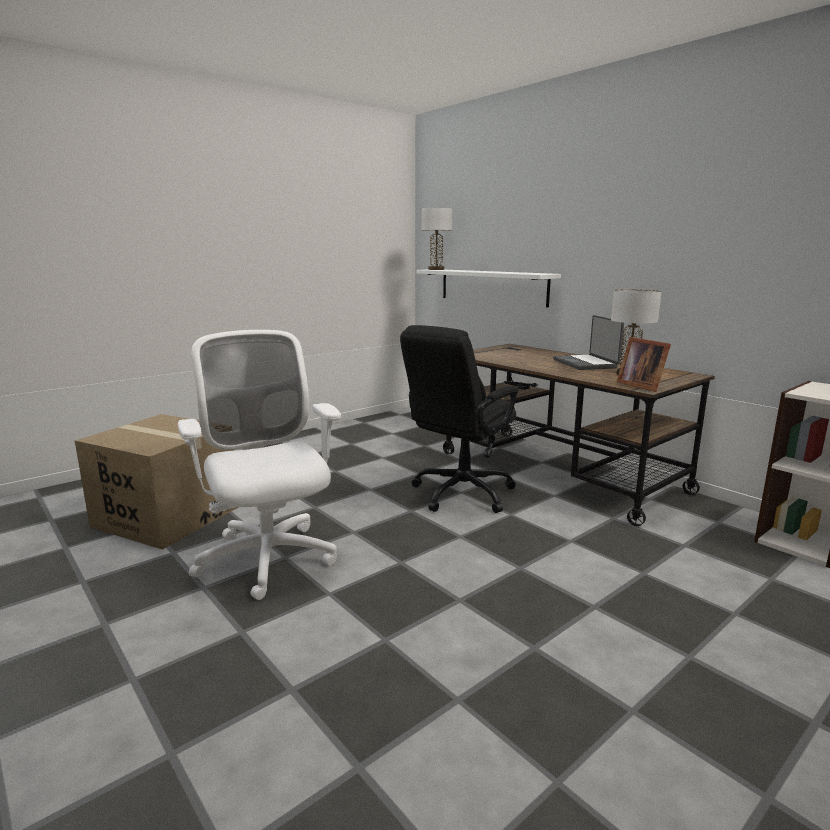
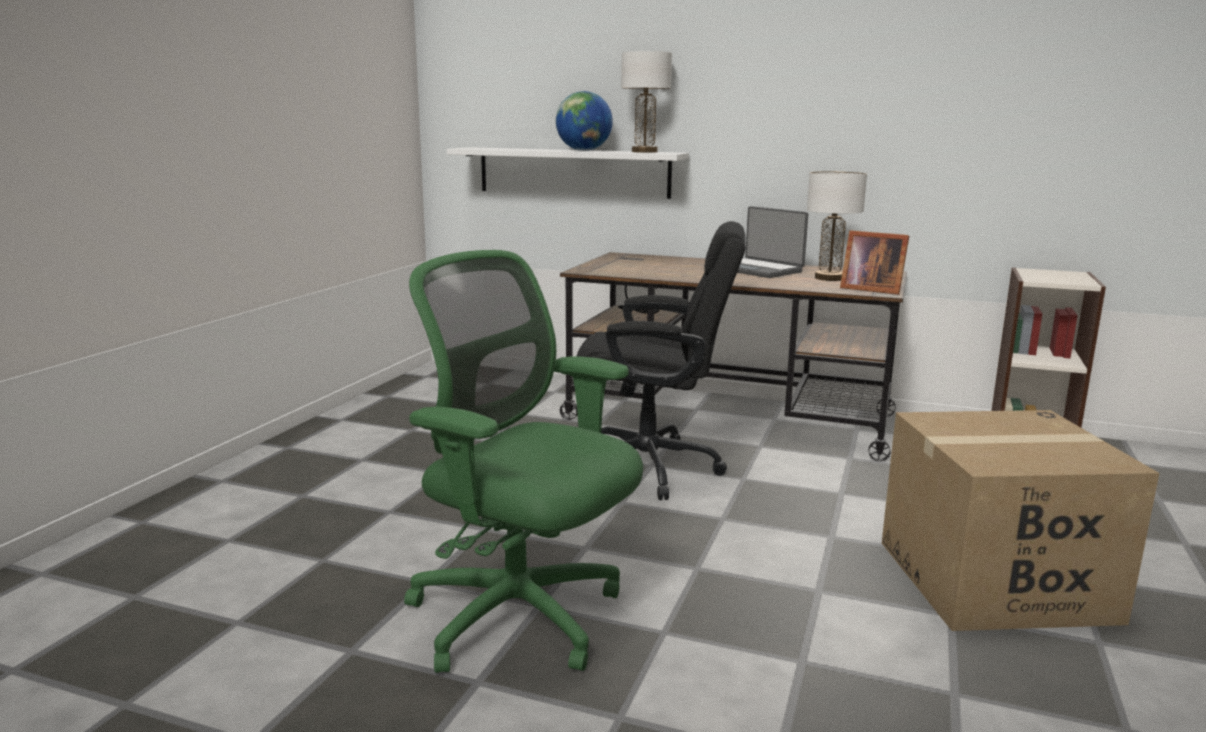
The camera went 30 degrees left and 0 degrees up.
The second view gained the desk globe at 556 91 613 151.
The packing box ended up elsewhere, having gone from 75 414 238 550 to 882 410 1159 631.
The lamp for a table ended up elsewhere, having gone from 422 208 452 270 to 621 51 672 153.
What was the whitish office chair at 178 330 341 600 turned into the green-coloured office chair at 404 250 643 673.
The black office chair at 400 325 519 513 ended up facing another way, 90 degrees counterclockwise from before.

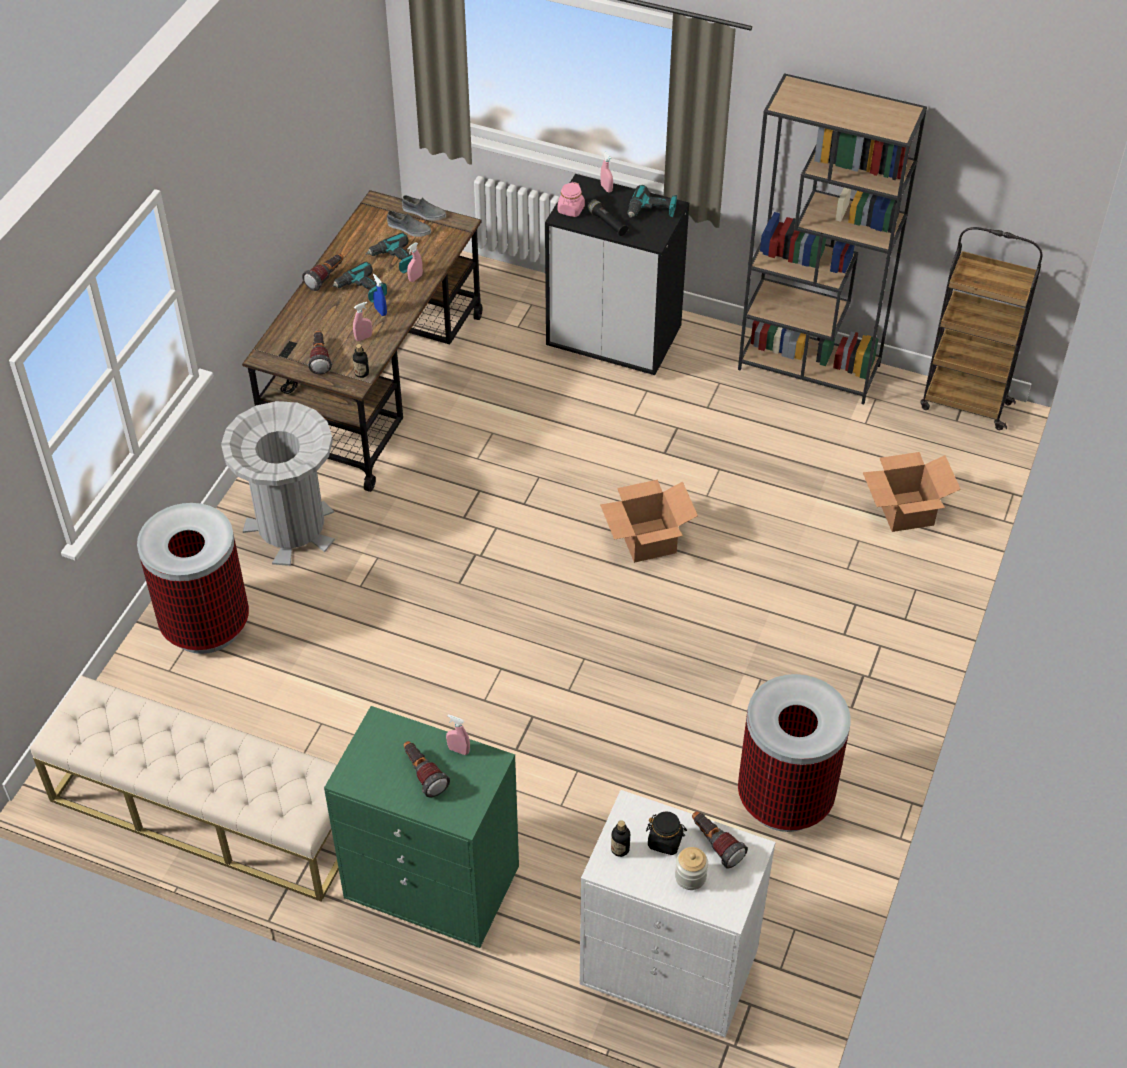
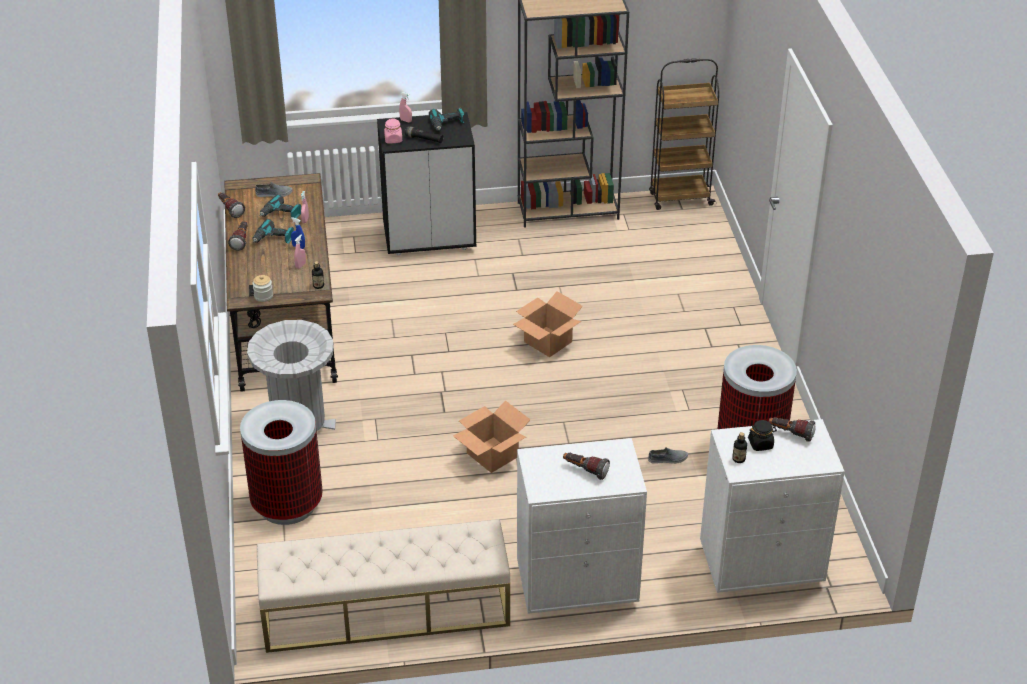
The camera went 30 degrees left and 10 degrees down.
The second view lost the pink-coloured sprayer at 446 714 470 755.
The torch ended up elsewhere, having gone from 308 330 332 374 to 218 192 245 218.
The gray item of footwear ended up elsewhere, having gone from 402 195 446 221 to 648 447 688 464.
The jar ended up elsewhere, having gone from 675 847 708 890 to 252 275 273 302.
The packing box ended up elsewhere, having gone from 863 452 961 532 to 453 400 531 473.
What was the green-coloured cabinet at 324 706 519 948 turned into the whitish cabinet at 517 438 647 614.

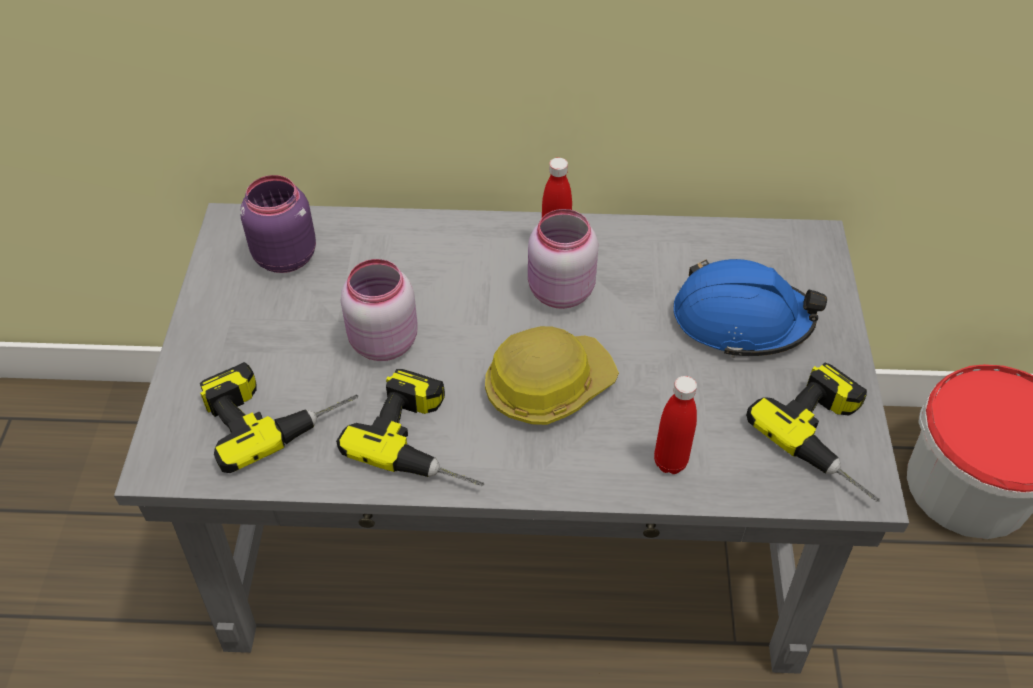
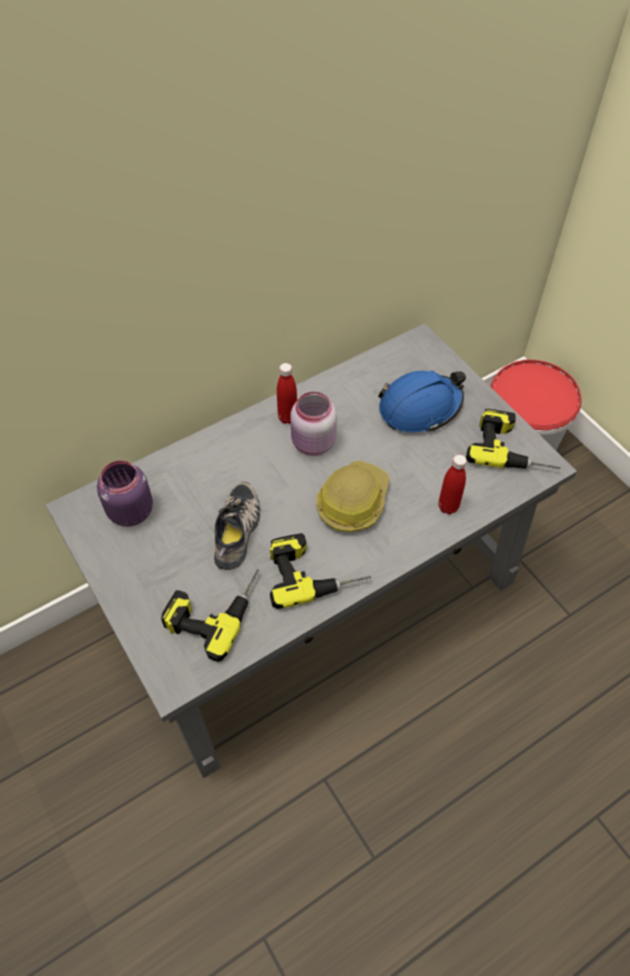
The camera went 35 degrees left and 5 degrees up.
Where the pink-coloured jar stood at 341 259 418 361, the item of footwear came to stand at 214 482 260 570.

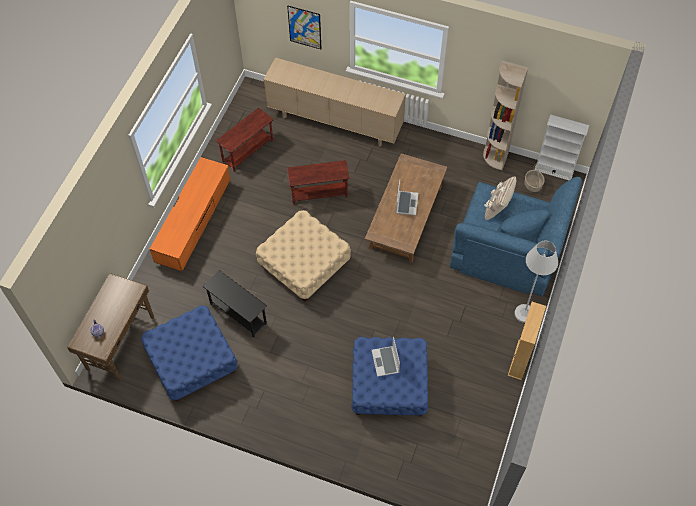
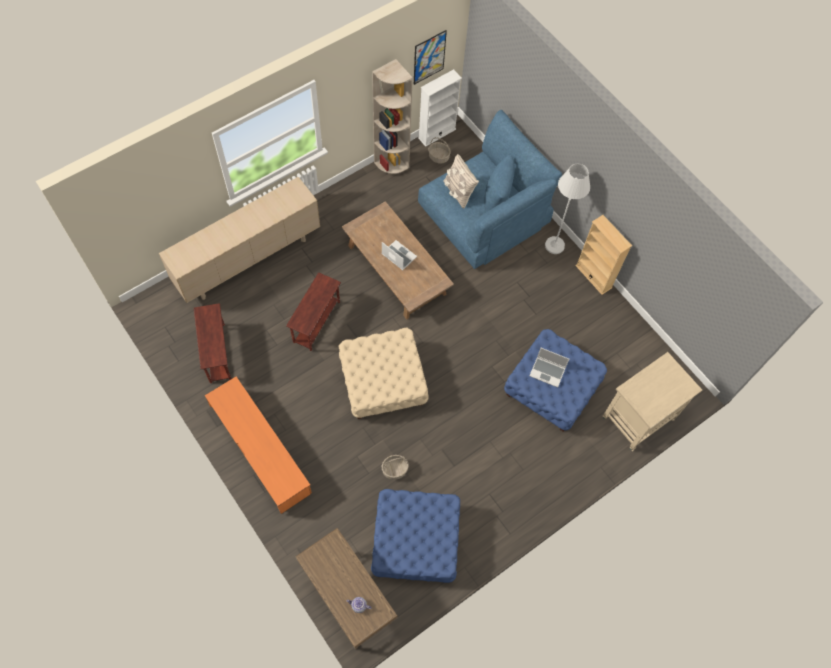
The camera went 60 degrees left and 5 degrees up.
The second view gained the sand-coloured cart at 603 352 702 452.
The wall art ended up elsewhere, having gone from 287 6 321 49 to 414 30 447 85.
Where the black accent table stood at 203 270 267 337, the basket came to stand at 382 455 409 480.

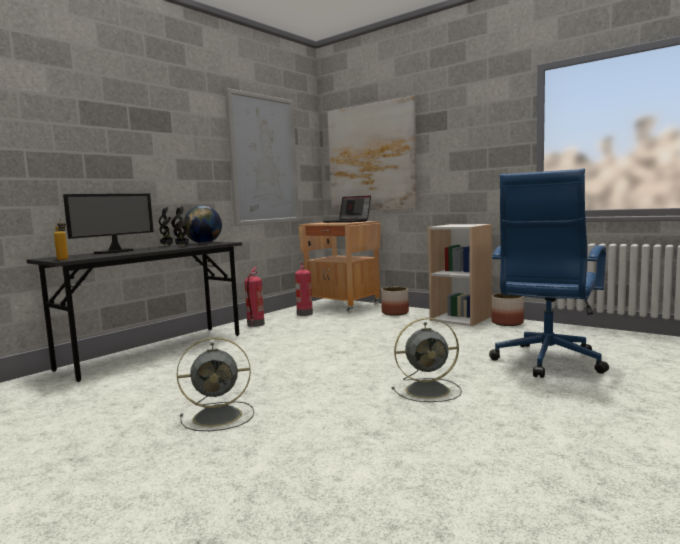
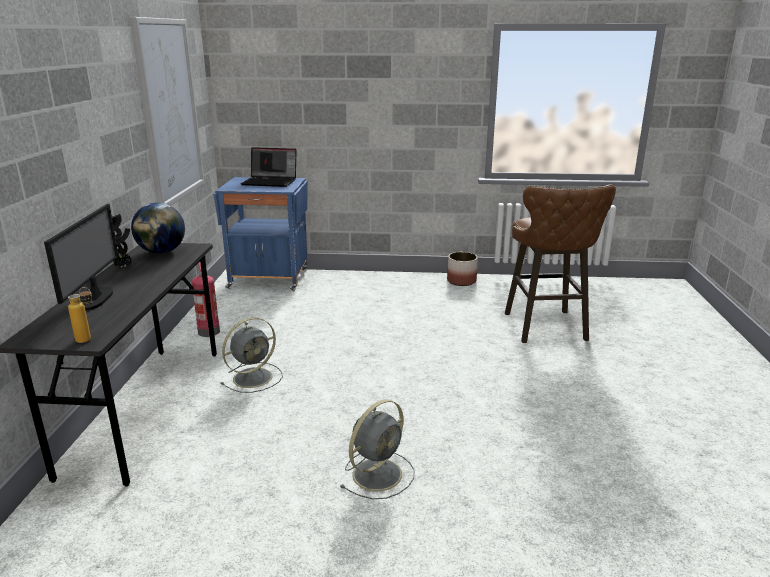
The camera went 35 degrees left and 15 degrees up.
The second view lost the houseplant at 171 206 189 246.
The second view lost the extinguisher at 295 263 313 316.
The second view lost the wall art at 328 96 417 211.
The second view lost the plant pot at 381 287 409 316.
The second view lost the shelving unit at 428 224 492 326.
The gray electric fan ended up elsewhere, having gone from 392 318 462 402 to 221 317 283 393.
Where the bluish office chair stood at 489 168 609 378, the brown-coloured stool came to stand at 505 184 616 343.
What was the brown-coloured cart at 299 221 381 313 turned into the bluish cart at 214 177 308 292.

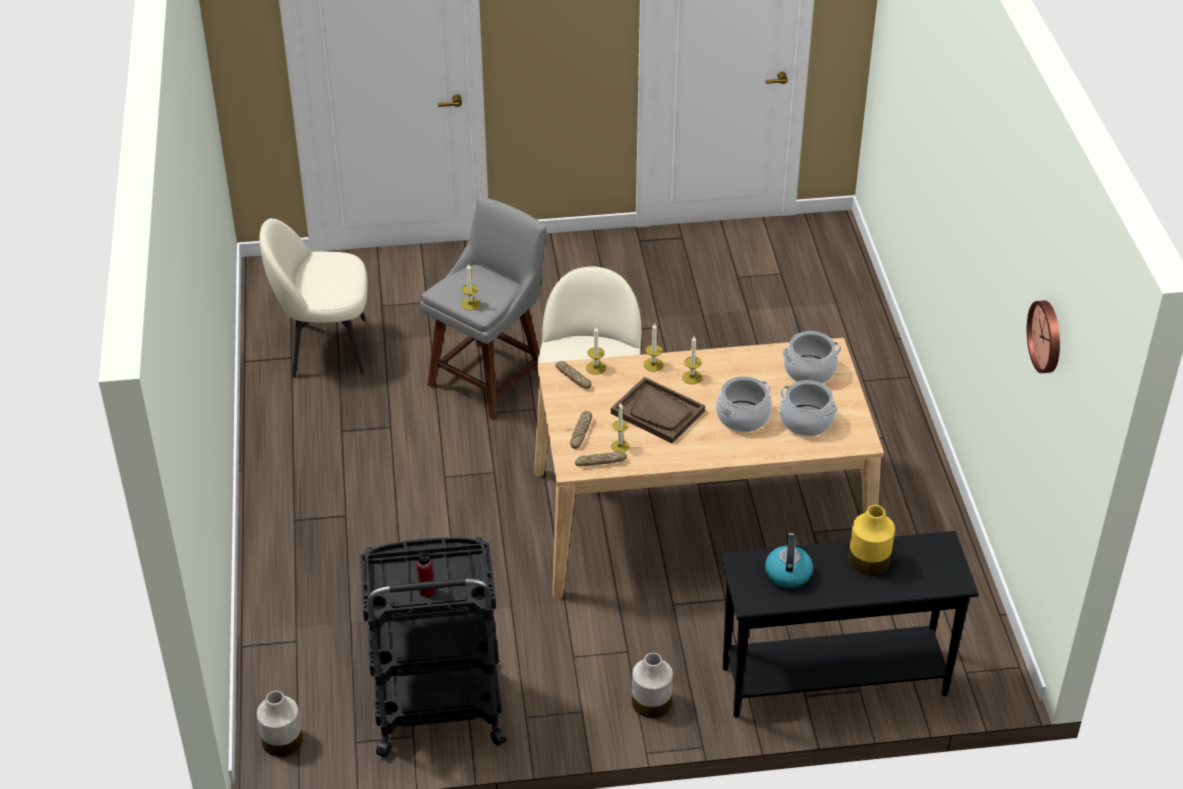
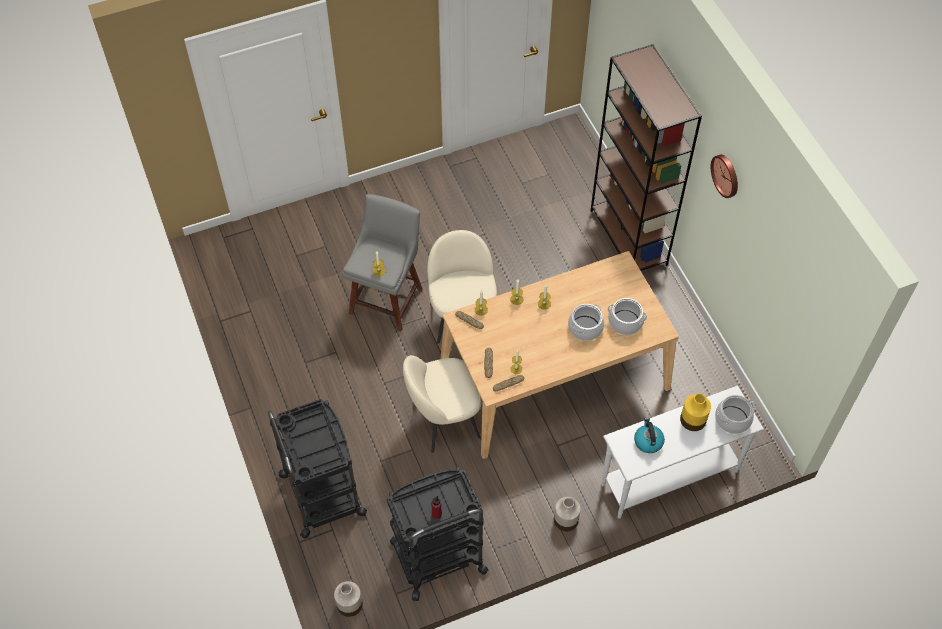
The camera went 15 degrees left and 15 degrees up.
The second view lost the brown-coloured carrying tray at 611 377 705 443.
The second view gained the black cart at 268 399 367 539.
The second view gained the brown-coloured shelving unit at 590 44 702 271.
The sand-coloured plain chair ended up elsewhere, having gone from 259 218 368 378 to 403 355 482 453.
The cooking pot ended up elsewhere, having gone from 782 331 842 383 to 715 395 755 434.
The clock on the wall ended up elsewhere, having gone from 1027 300 1060 373 to 711 155 738 198.
What was the black console table at 721 531 979 718 turned into the whitish console table at 601 385 764 519.

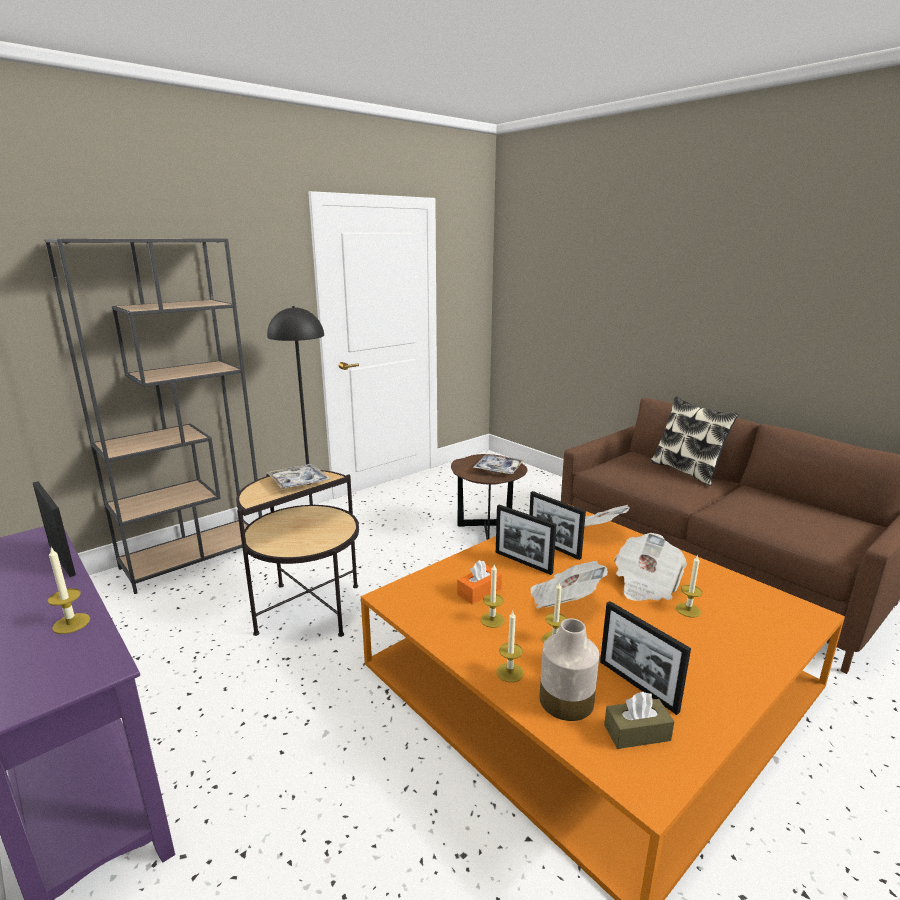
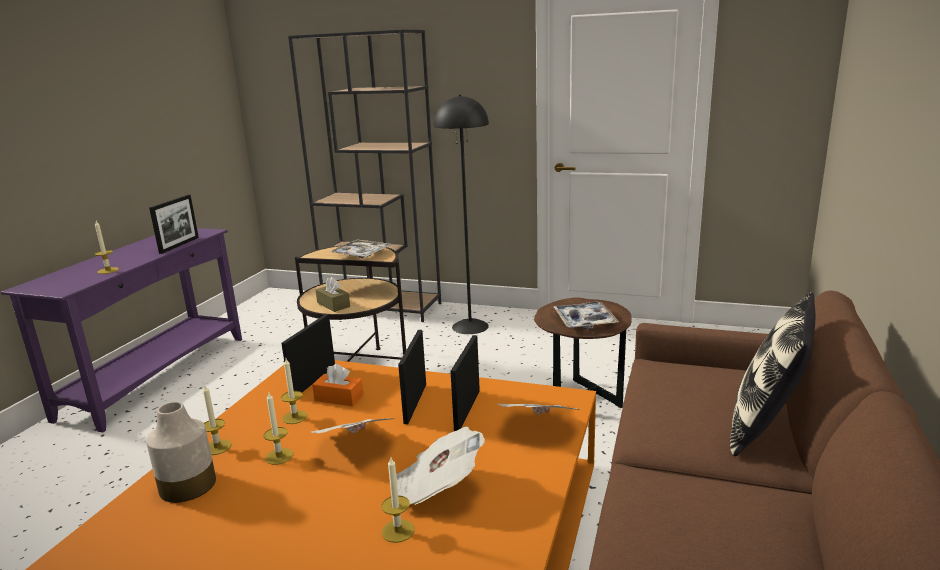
The camera went 60 degrees right and 0 degrees up.
The photo frame ended up elsewhere, having gone from 600 601 691 715 to 281 314 335 392.
The brown-coloured tissue box ended up elsewhere, having gone from 604 692 675 749 to 316 277 350 312.

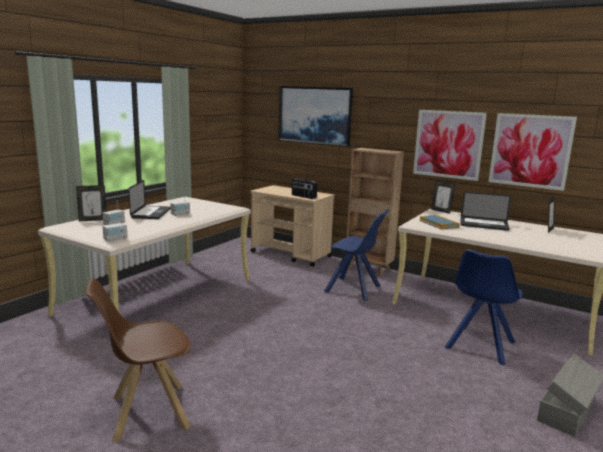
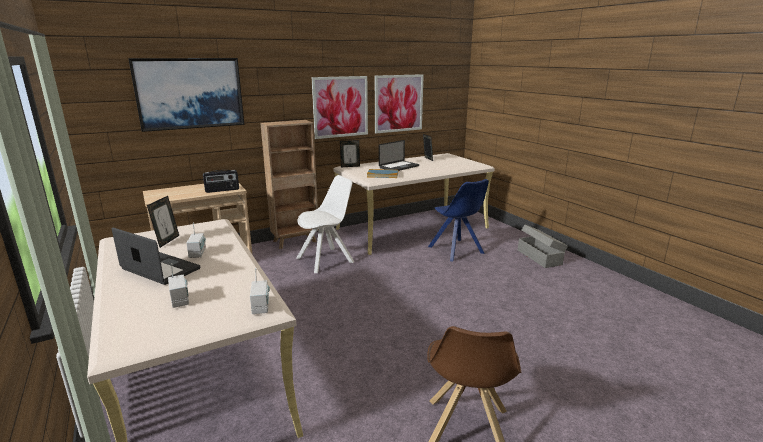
The camera went 60 degrees left and 5 degrees up.
The photo frame ended up elsewhere, having gone from 76 185 106 221 to 147 196 179 248.
What was the bluish plain chair at 324 209 389 301 turned into the whitish plain chair at 296 175 355 273.

